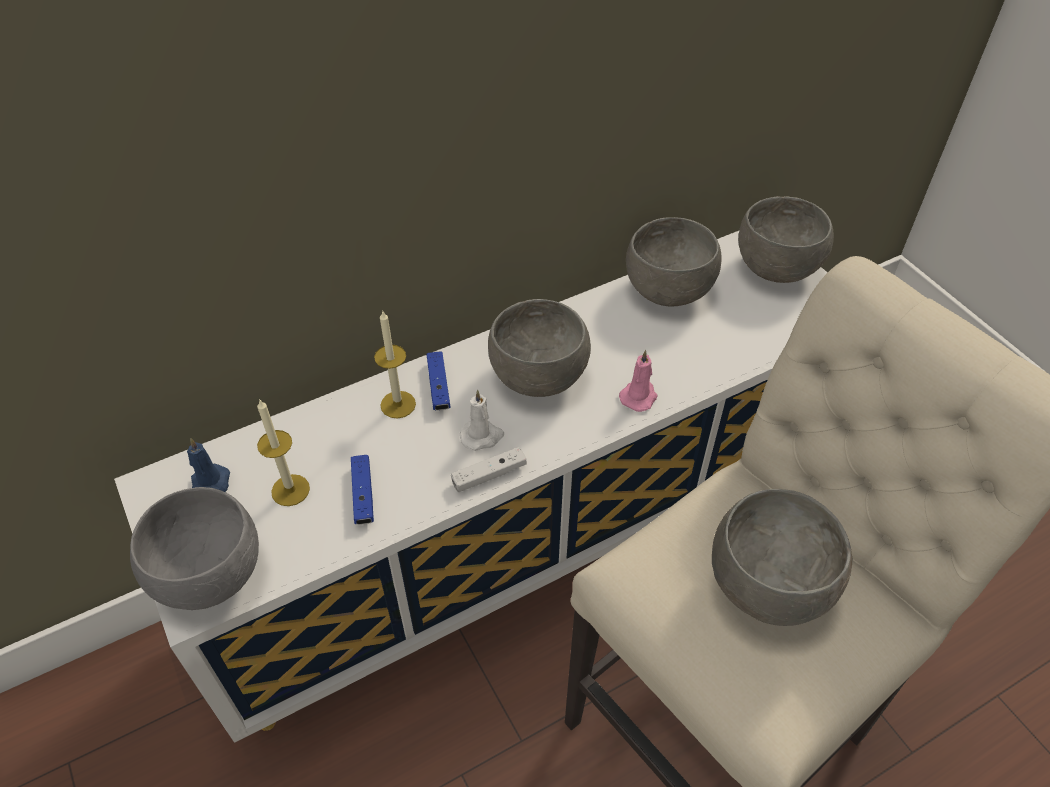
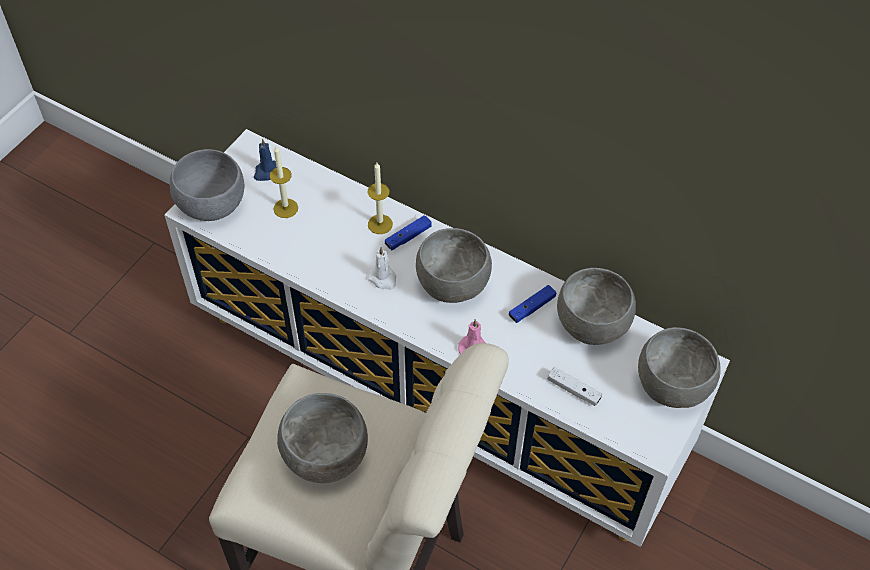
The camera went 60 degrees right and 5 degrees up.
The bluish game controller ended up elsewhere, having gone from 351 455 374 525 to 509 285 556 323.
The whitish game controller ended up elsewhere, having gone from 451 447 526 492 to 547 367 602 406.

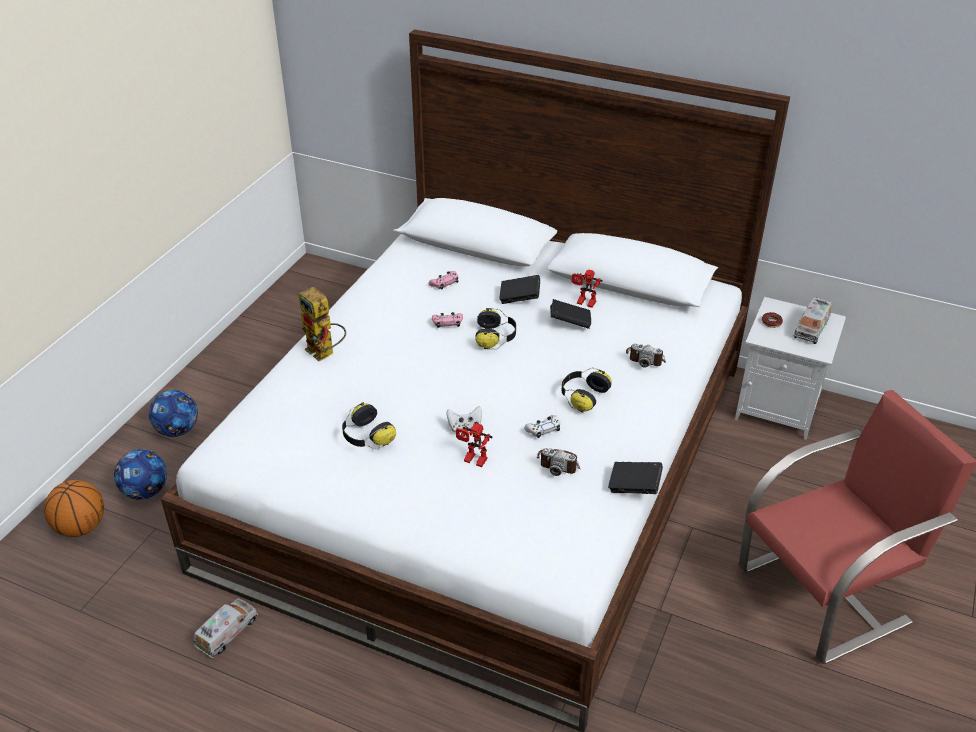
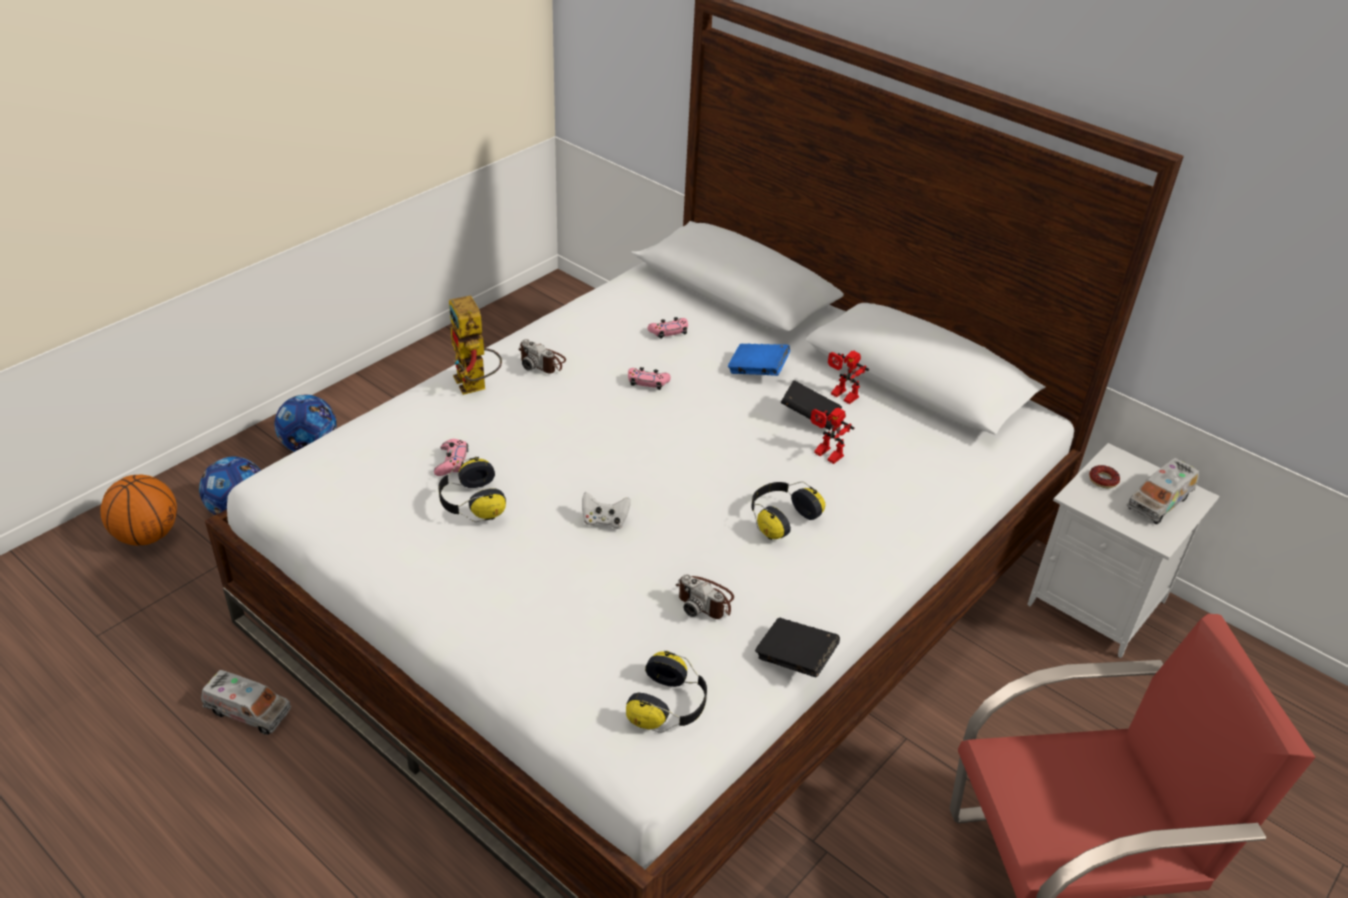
The camera went 15 degrees right and 0 degrees up.
The second view lost the whitish game controller at 524 415 560 438.
The second view gained the pink-coloured game controller at 434 439 468 476.
The model robot ended up elsewhere, having gone from 456 423 493 467 to 811 408 855 464.
The headset ended up elsewhere, having gone from 475 308 516 349 to 626 651 707 733.
The photo camera ended up elsewhere, having gone from 626 344 666 368 to 518 339 566 374.
What was the black book at 499 275 540 304 turned into the bluish book at 728 343 790 376.
The toy truck at 193 598 258 658 ended up facing another way, 60 degrees clockwise from before.

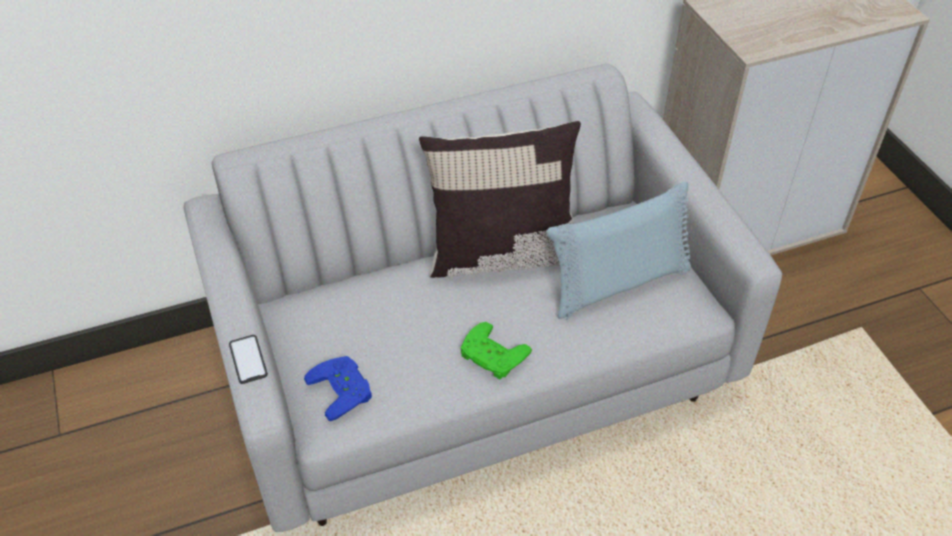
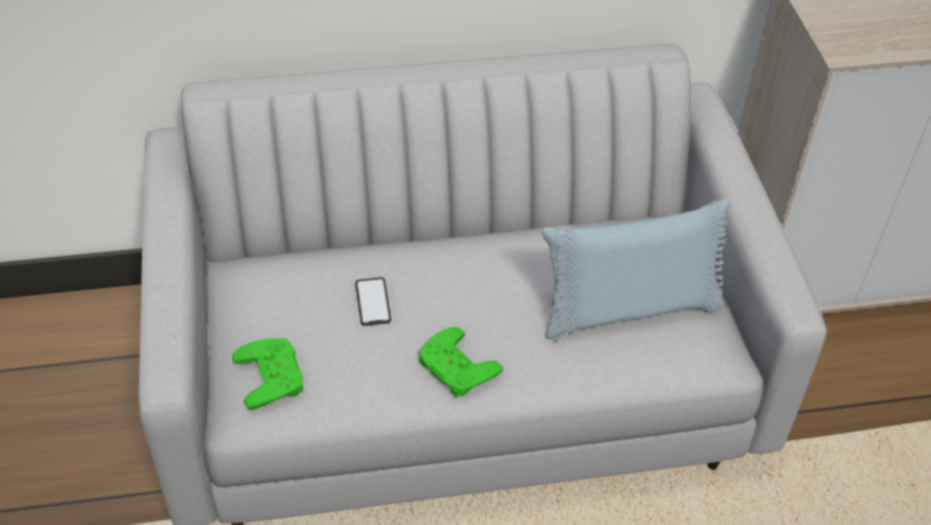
The camera went 10 degrees right and 0 degrees up.
The second view lost the throw pillow at 419 121 581 278.
The telephone ended up elsewhere, having gone from 229 335 268 384 to 355 277 391 326.
What was the bluish game controller at 304 356 372 421 turned into the green-coloured game controller at 232 338 303 410.

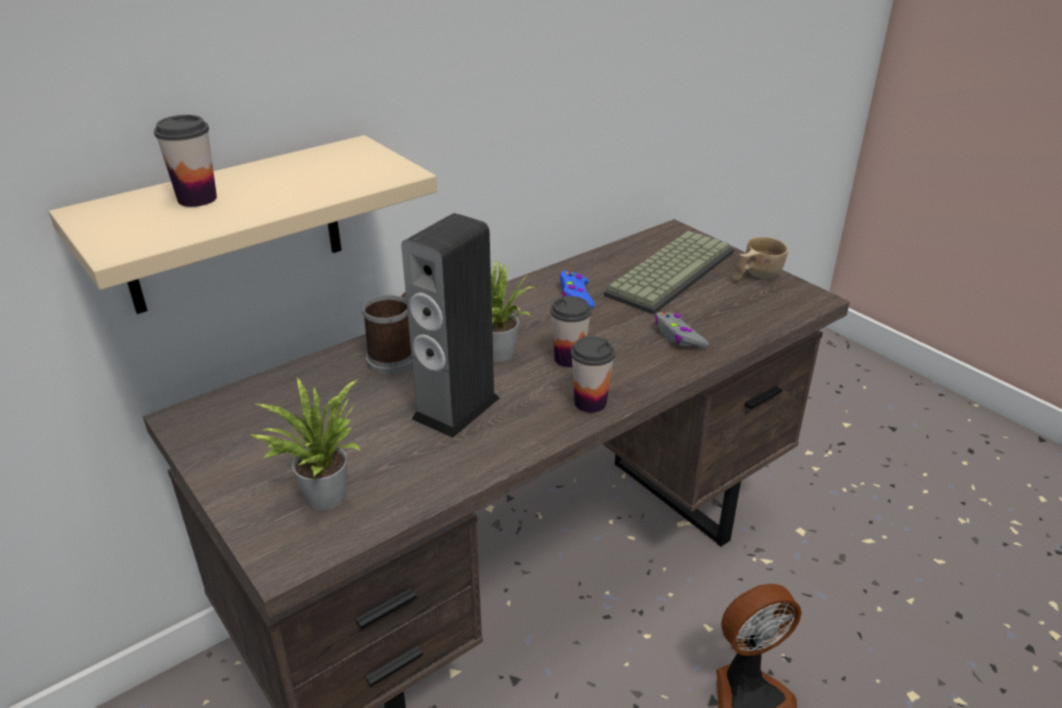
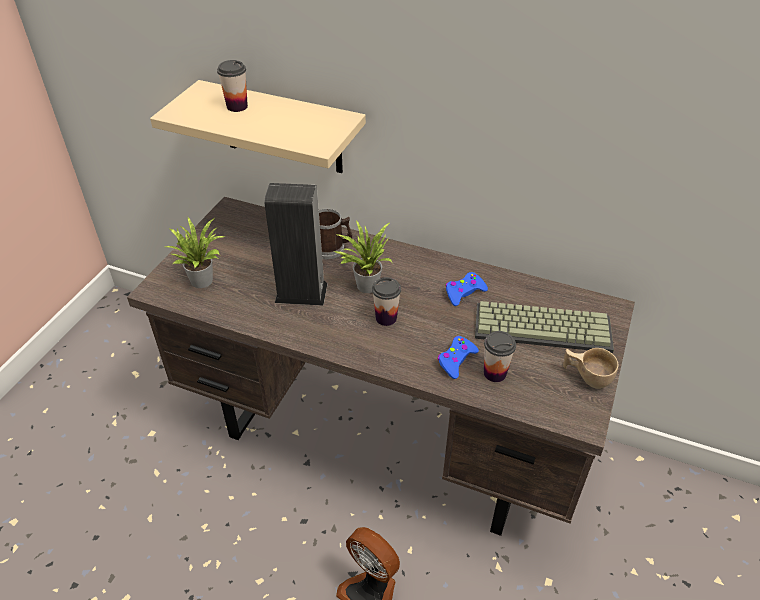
The camera went 60 degrees right and 10 degrees up.
The small cup ended up elsewhere, having gone from 571 336 615 413 to 484 331 516 382.
What was the gray game controller at 655 312 709 349 turned into the bluish game controller at 438 336 479 379.

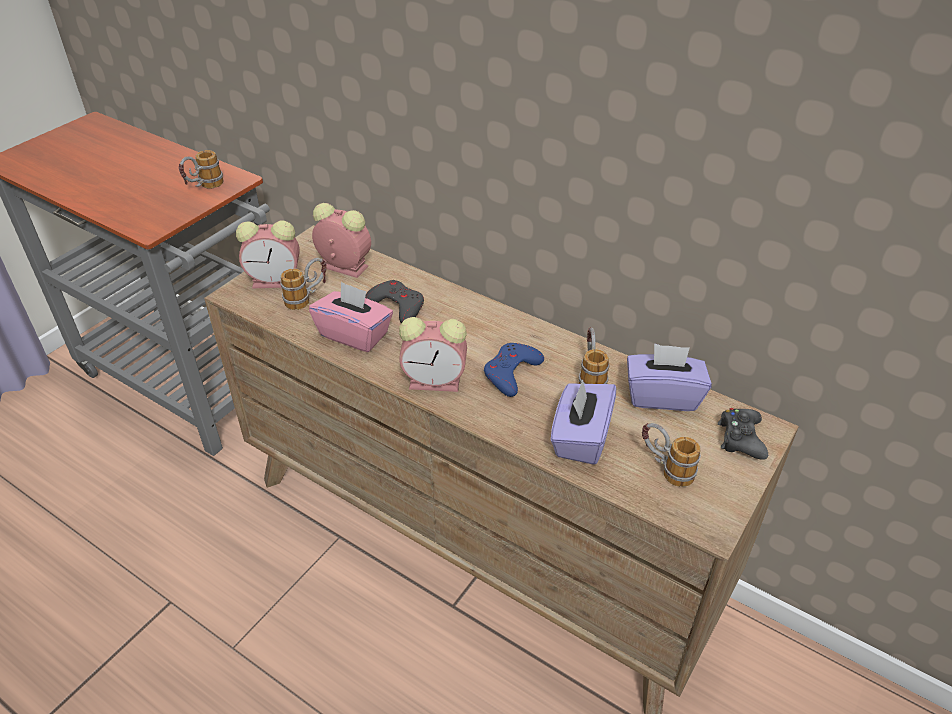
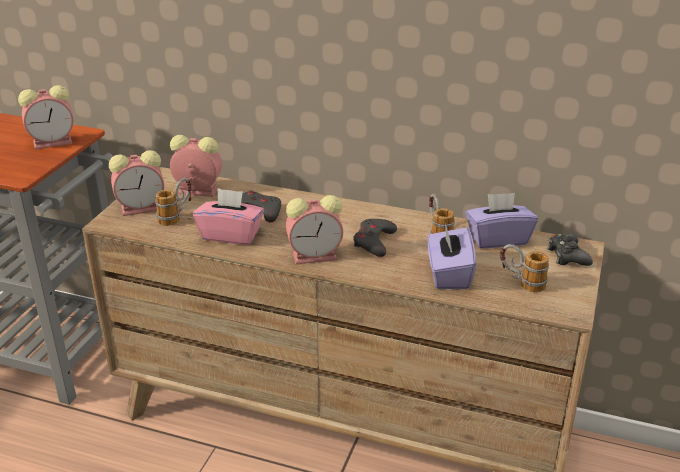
The camera went 15 degrees left and 10 degrees down.
Where the tea mug stood at 178 150 224 188, the table clock came to stand at 18 85 74 150.
What was the bluish game controller at 484 343 544 397 turned into the gray game controller at 353 219 397 257.

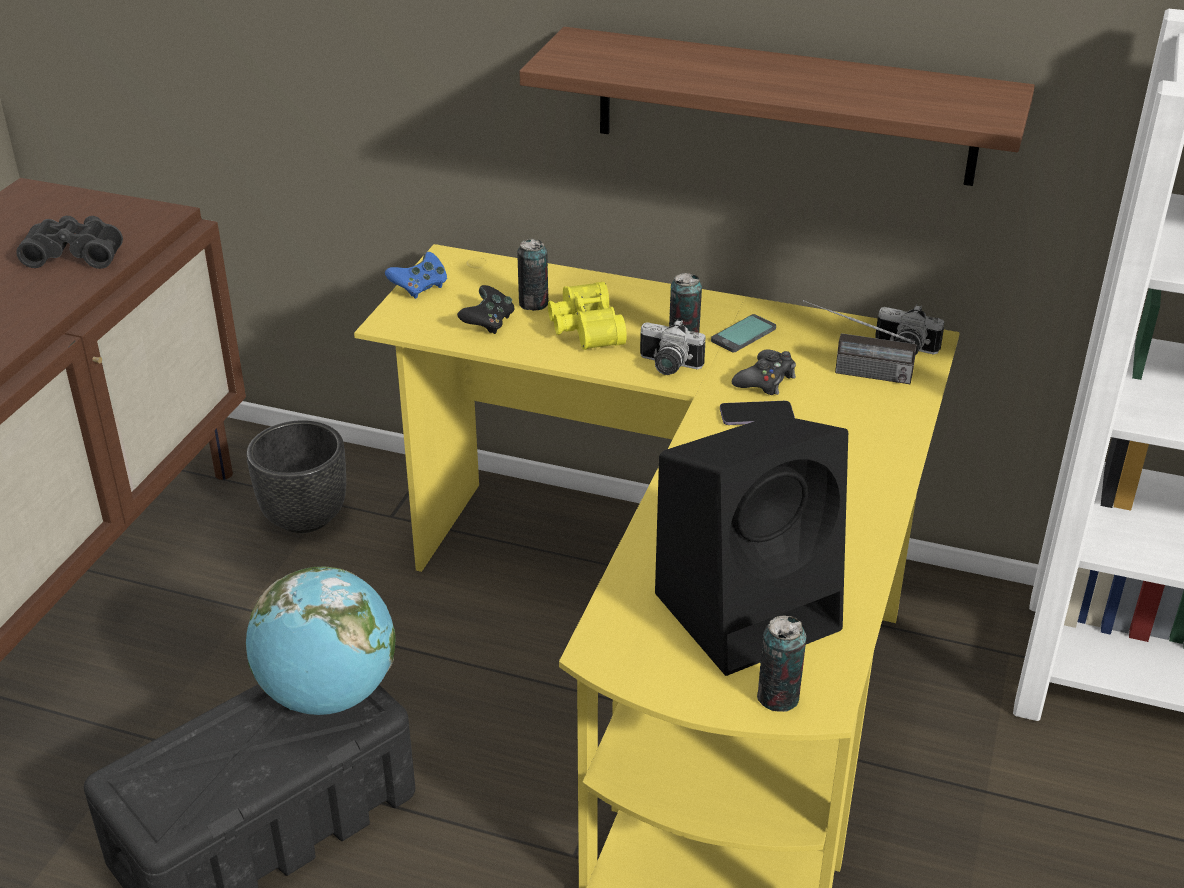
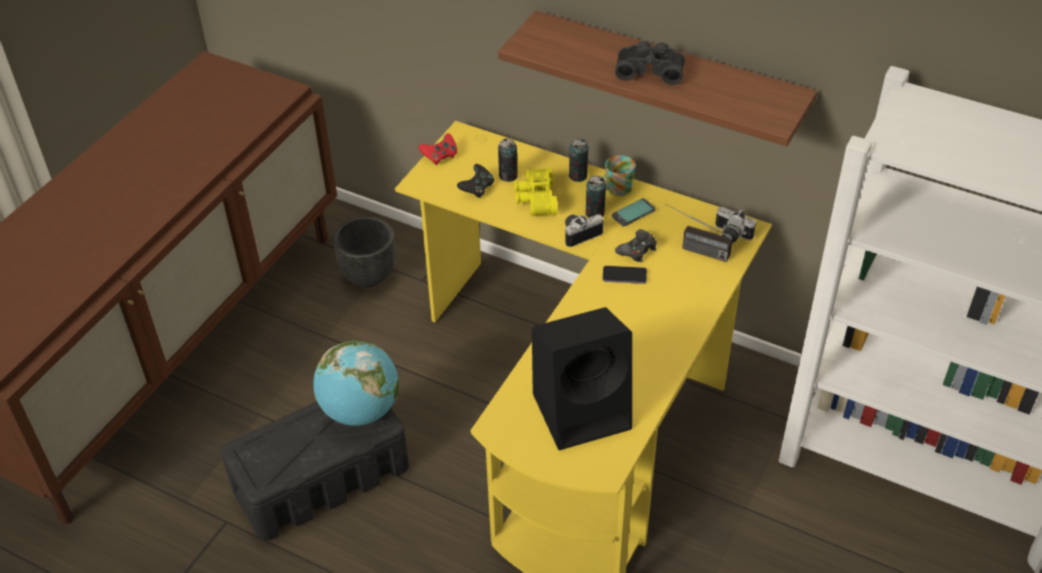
The camera went 10 degrees right and 10 degrees up.
The second view gained the tea mug at 602 155 635 196.
The black field glasses ended up elsewhere, having gone from 16 216 123 269 to 615 41 685 85.
The sealed can ended up elsewhere, having gone from 757 615 806 712 to 569 139 588 182.
What was the bluish game controller at 385 252 447 299 turned into the red-coloured game controller at 419 133 457 165.
The photo camera at 640 319 706 375 ended up facing another way, 120 degrees clockwise from before.

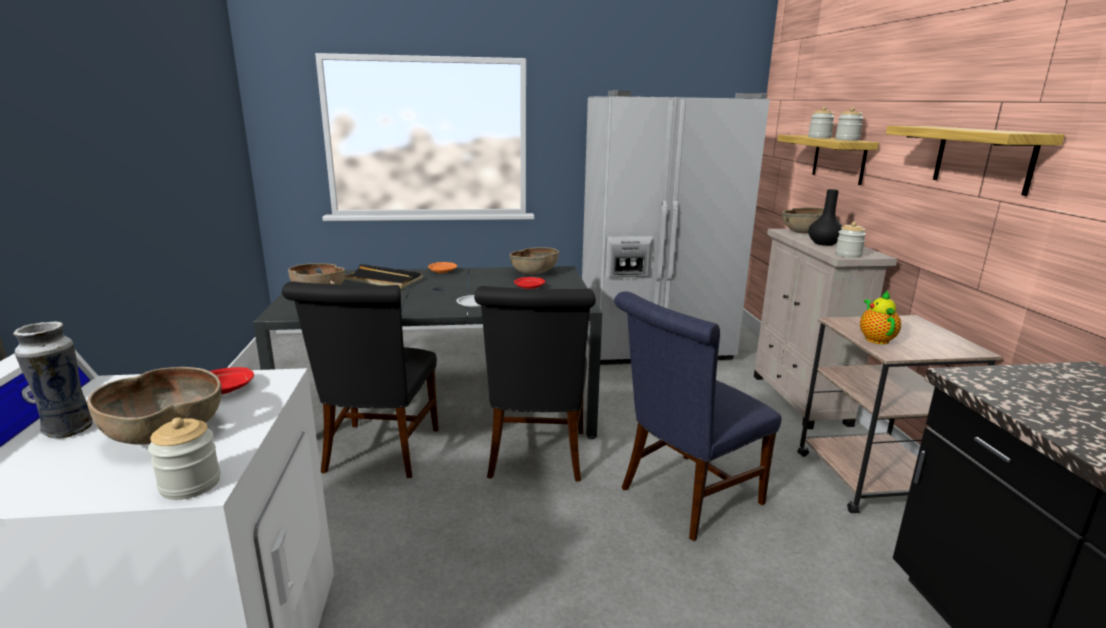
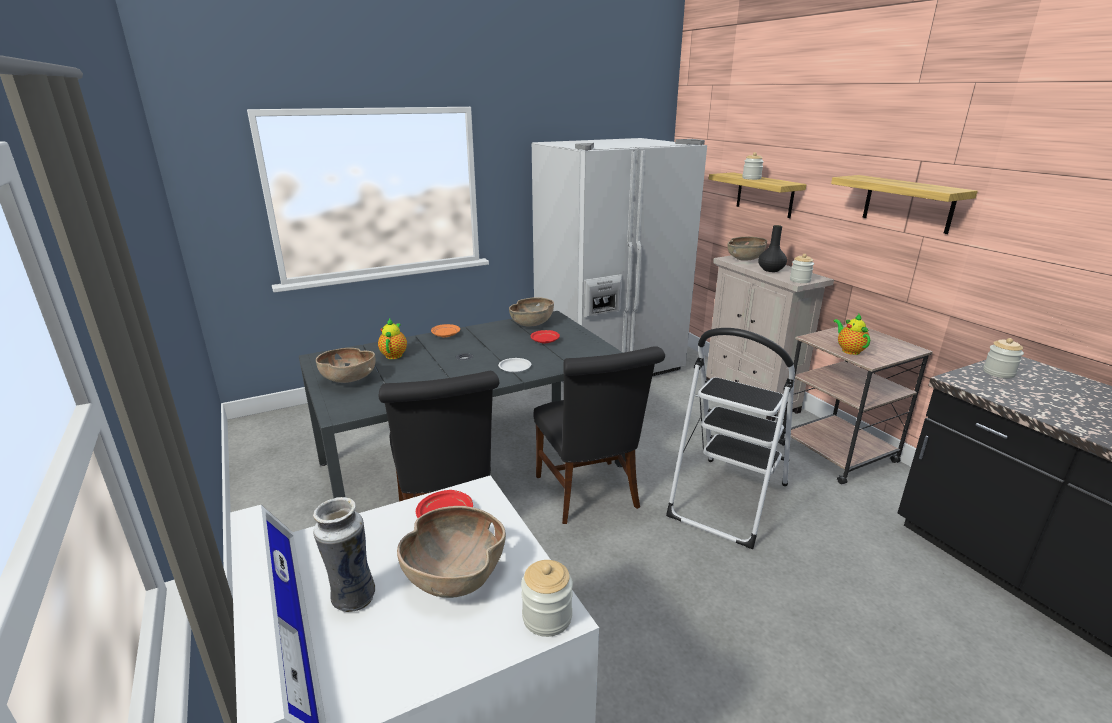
The camera went 20 degrees left and 5 degrees up.
The jar ended up elsewhere, having gone from 835 107 864 141 to 983 338 1024 378.
Where the black carrying tray stood at 344 264 423 289, the pot for tea came to stand at 378 319 407 359.
Where the bluish plain chair stood at 614 292 781 541, the step stool came to stand at 666 328 795 549.

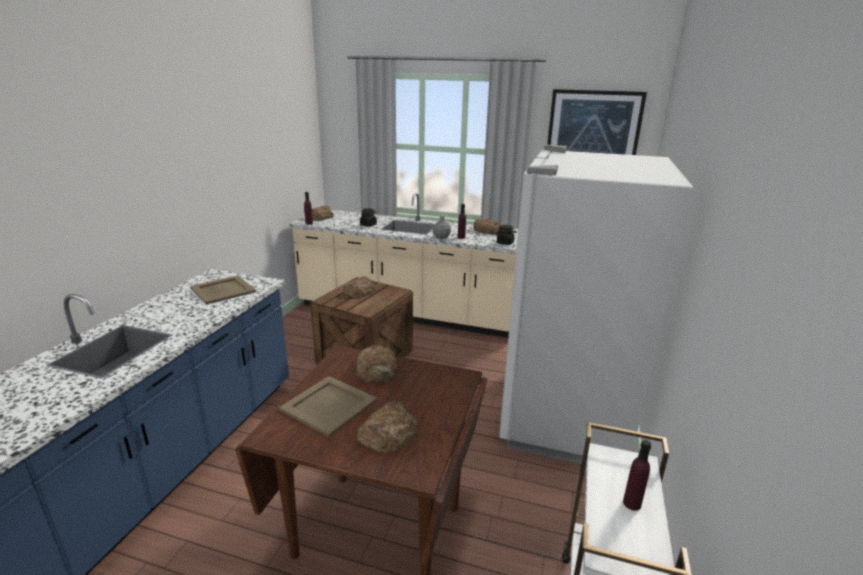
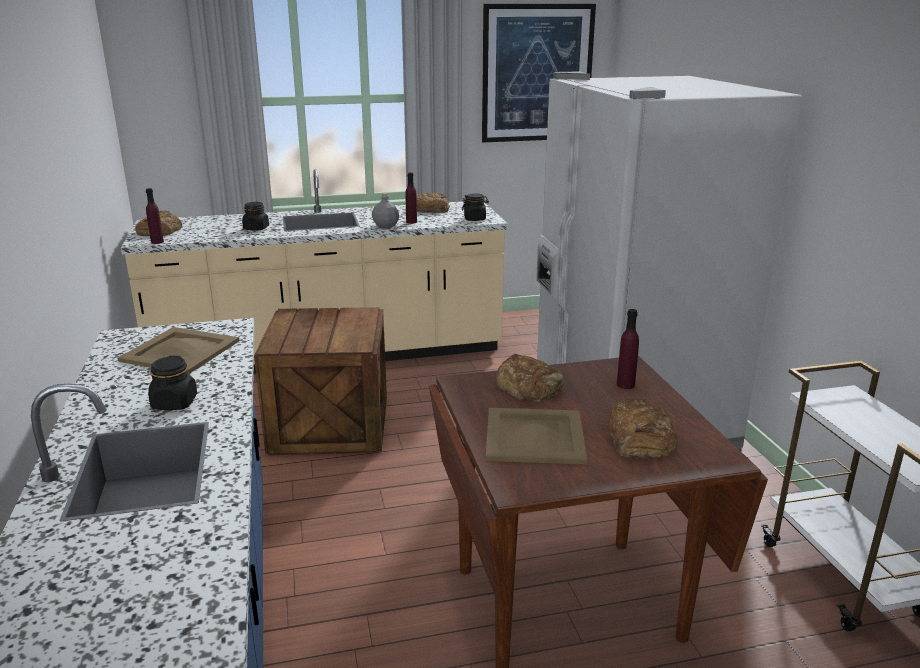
The camera went 30 degrees left and 0 degrees up.
The second view lost the bakery bread at 343 277 375 298.
The second view gained the black jar at 148 356 197 410.
The purple bottle ended up elsewhere, having gone from 623 440 651 511 to 617 309 639 389.

